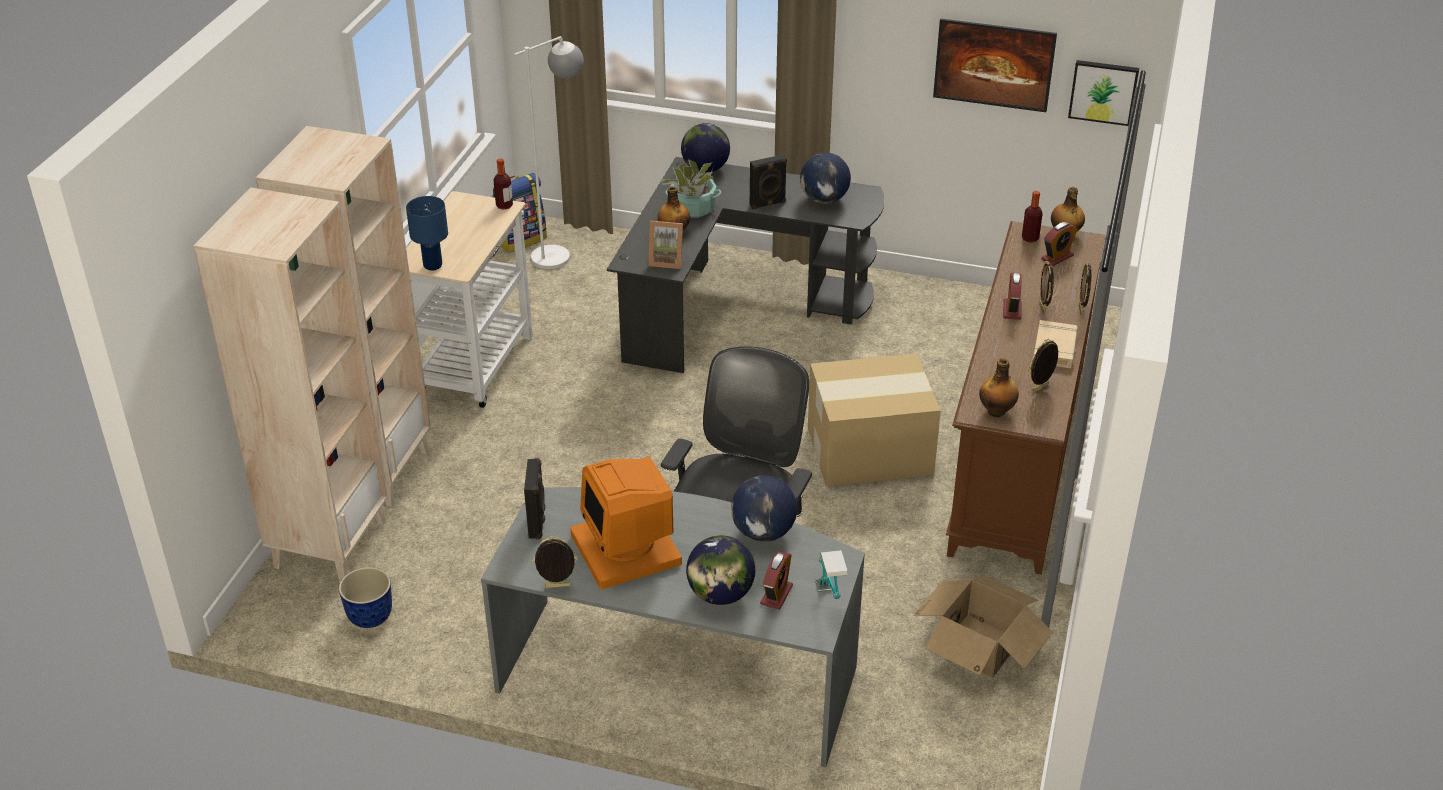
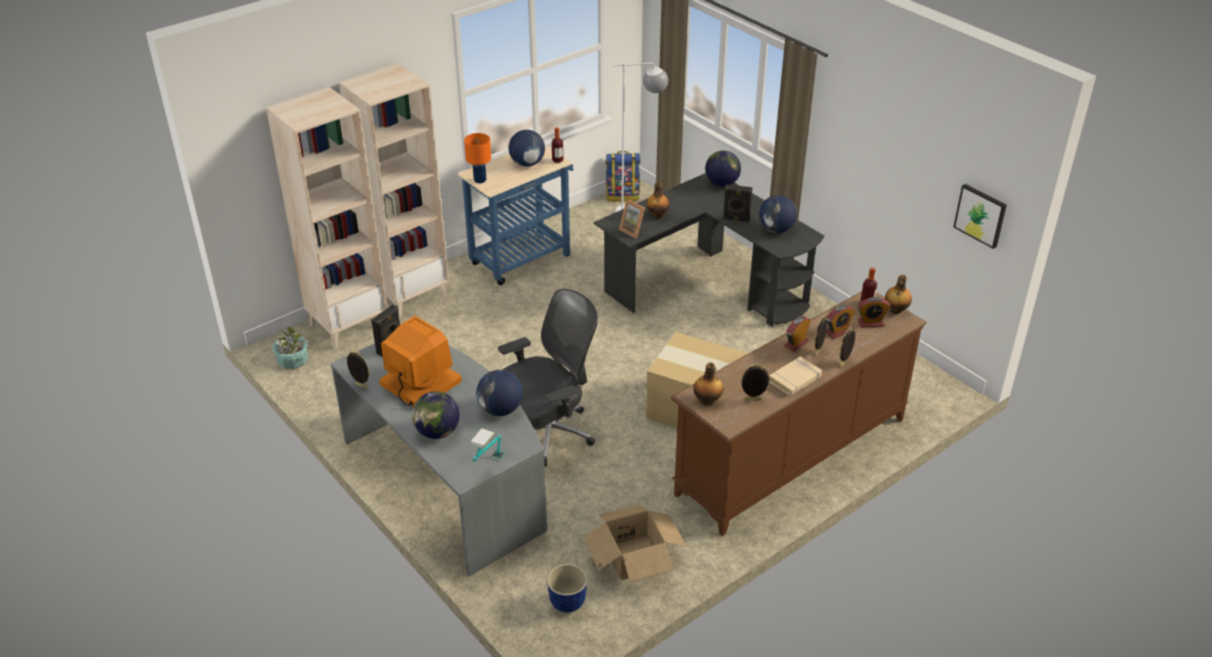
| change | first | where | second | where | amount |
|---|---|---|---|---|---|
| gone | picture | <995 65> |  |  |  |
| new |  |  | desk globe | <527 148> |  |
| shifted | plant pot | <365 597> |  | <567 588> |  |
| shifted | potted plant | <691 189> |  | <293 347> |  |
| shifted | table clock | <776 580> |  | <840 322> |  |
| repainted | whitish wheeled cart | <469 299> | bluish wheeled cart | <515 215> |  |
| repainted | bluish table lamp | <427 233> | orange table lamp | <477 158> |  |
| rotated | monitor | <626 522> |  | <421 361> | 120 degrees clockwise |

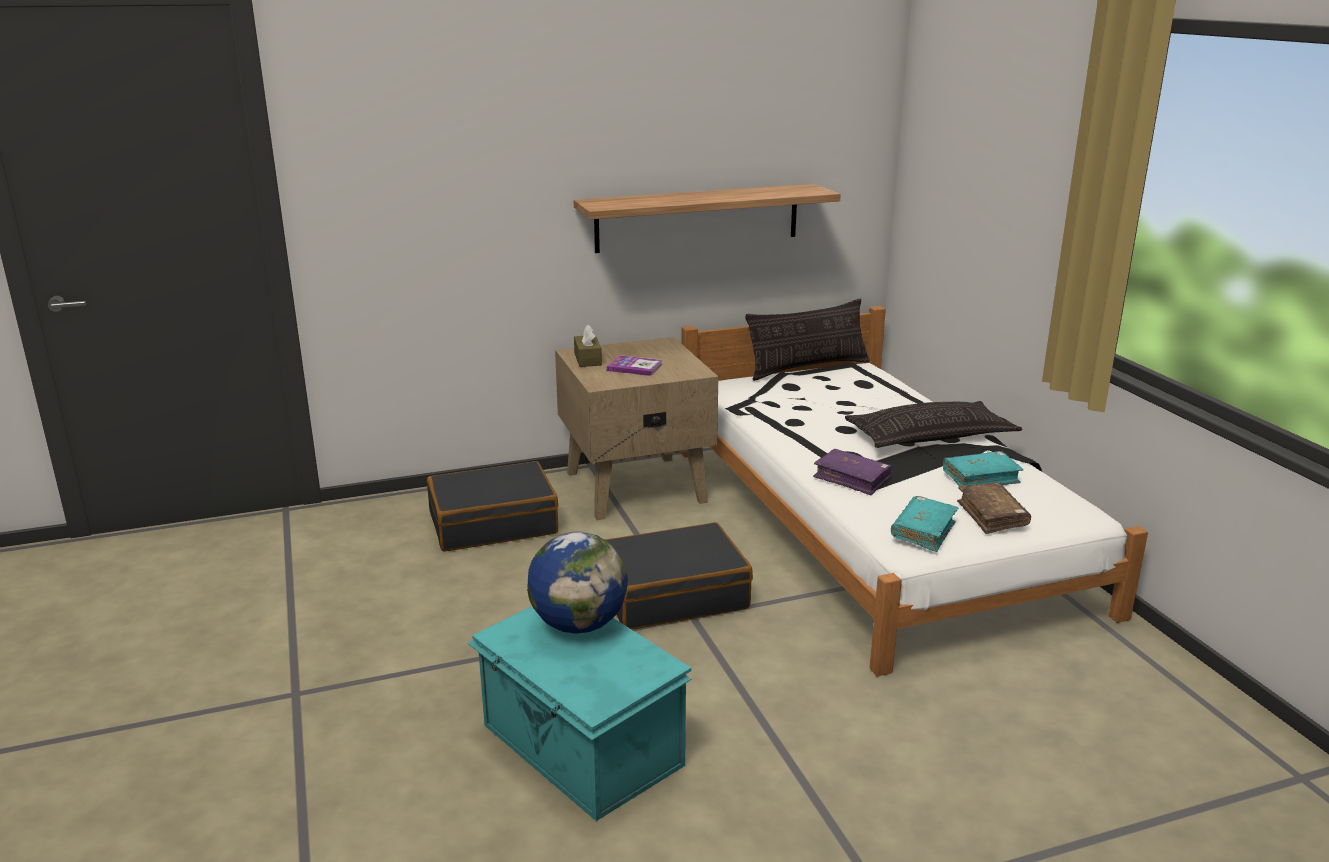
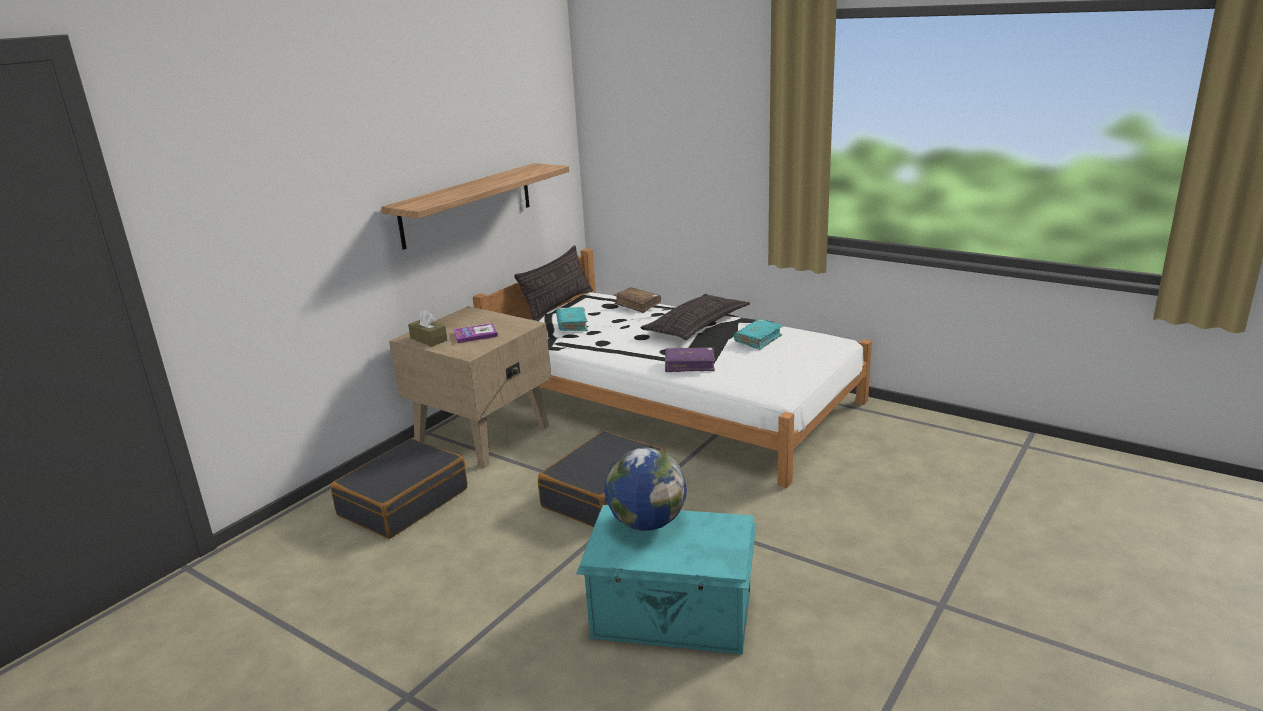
| change | first | where | second | where | amount |
|---|---|---|---|---|---|
| shifted | turquoise book | <924 524> |  | <572 319> |  |
| shifted | brownish book | <994 508> |  | <637 300> |  |

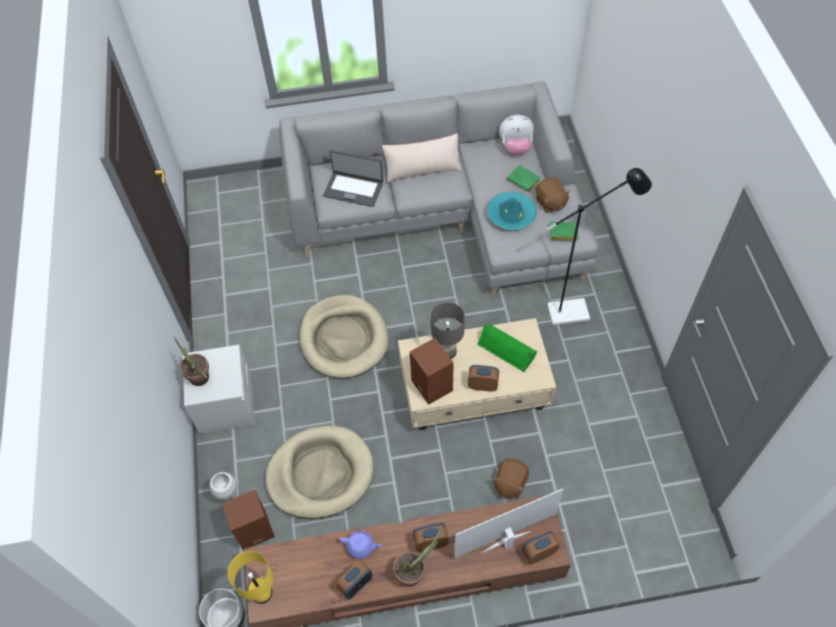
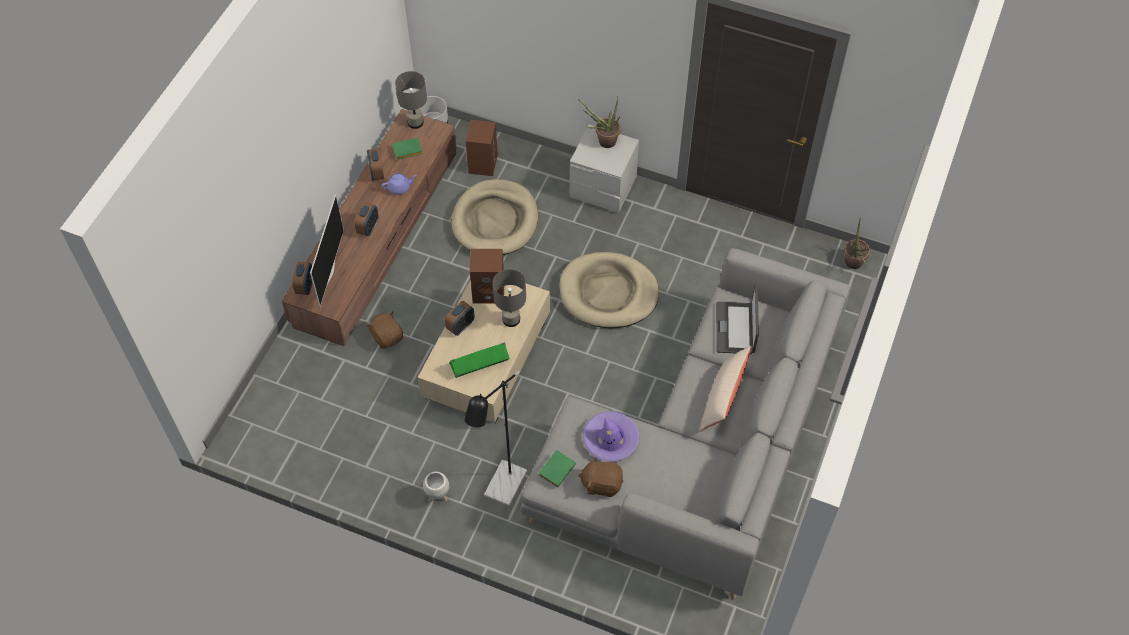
| change | first | where | second | where | amount |
|---|---|---|---|---|---|
| gone | soft toy | <516 135> |  |  |  |
| shifted | whitish plant pot | <223 487> |  | <436 487> |  |
| shifted | potted plant | <417 557> |  | <857 243> |  |
| shifted | greenish book | <523 178> |  | <407 149> |  |
| repainted | yellow table lamp | <250 577> | greyish table lamp | <411 100> |  |
| repainted | turquoise clothing hat | <512 211> | purplish clothing hat | <611 436> |  |
| rotated | portable computer | <353 178> |  | <737 319> | 45 degrees counterclockwise |
| rotated | purplish teapot | <361 545> |  | <399 184> | 150 degrees counterclockwise |

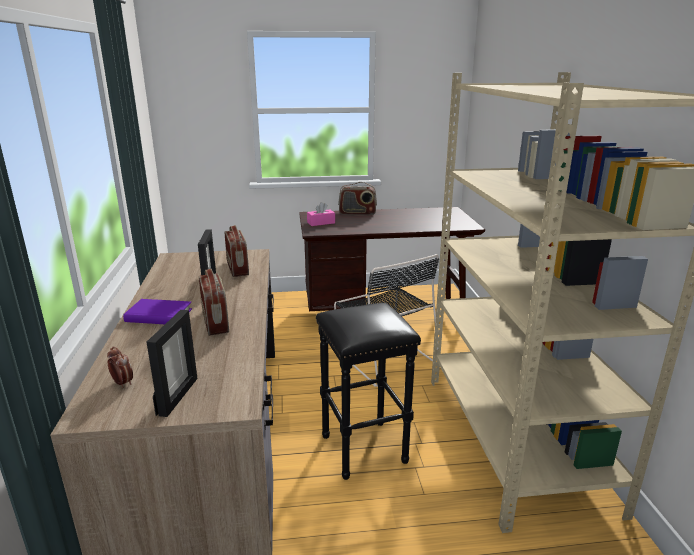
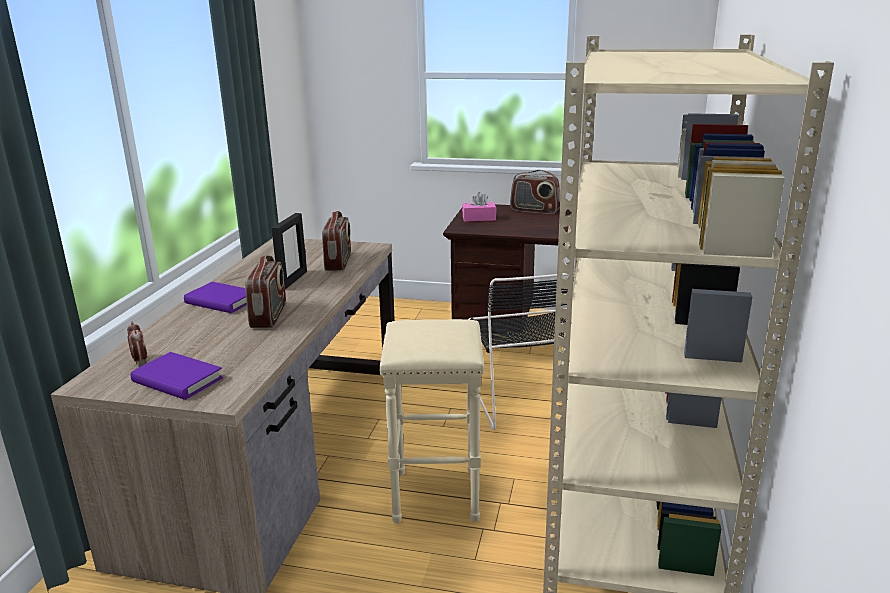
| change | first | where | second | where | amount |
|---|---|---|---|---|---|
| swapped | picture frame | <172 363> | purplish book | <177 376> |  |
| repainted | blackish stool | <368 391> | beige-coloured stool | <431 421> |  |

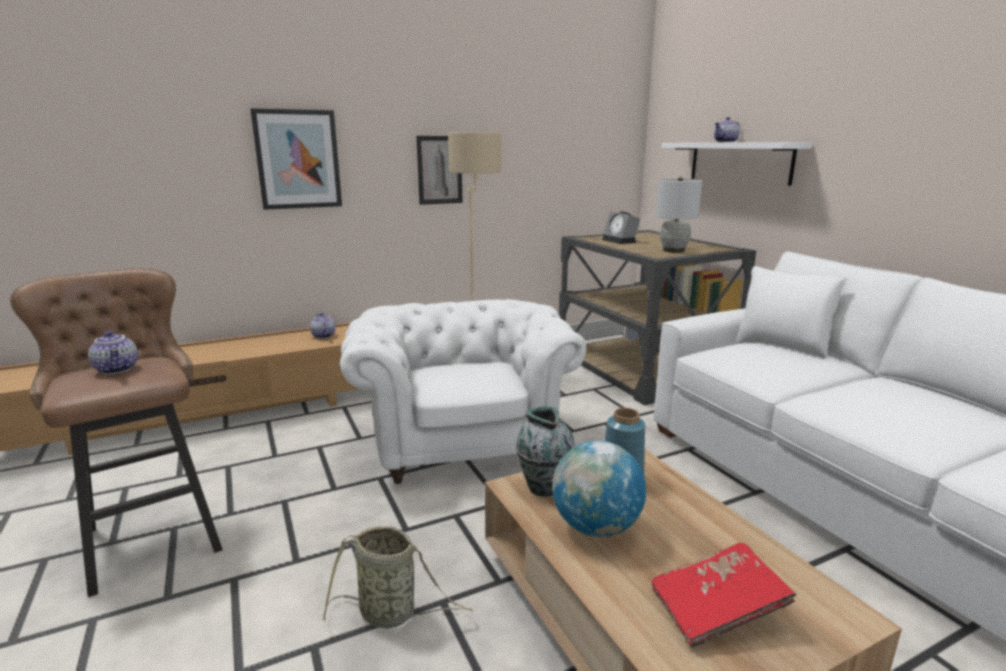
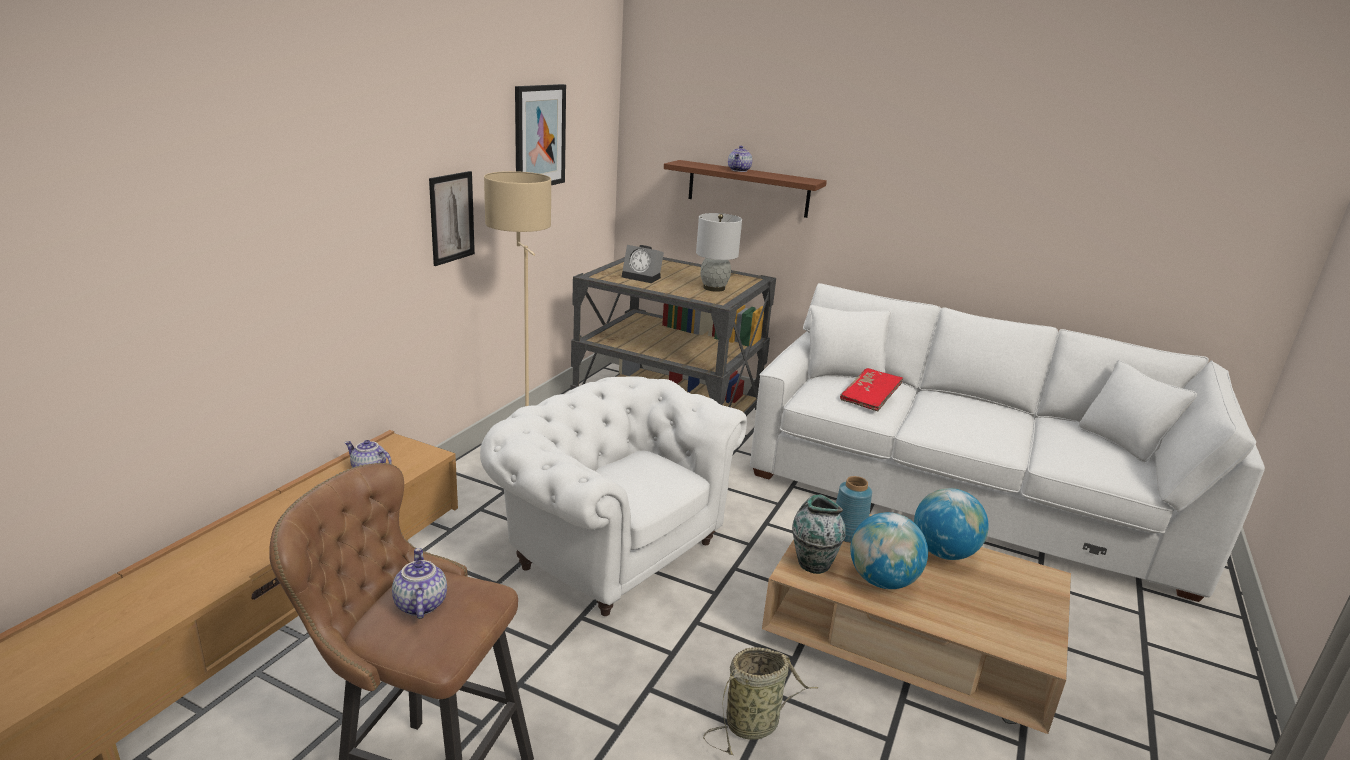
| change | first | where | second | where | amount |
|---|---|---|---|---|---|
| new |  |  | desk globe | <951 524> |  |
| shifted | picture | <296 159> |  | <540 134> |  |
| shifted | red-coloured book | <724 595> |  | <871 389> |  |
| repainted | whitish shelf | <737 164> | brownish shelf | <745 189> |  |
| rotated | teapot | <113 352> |  | <419 583> | 120 degrees counterclockwise |

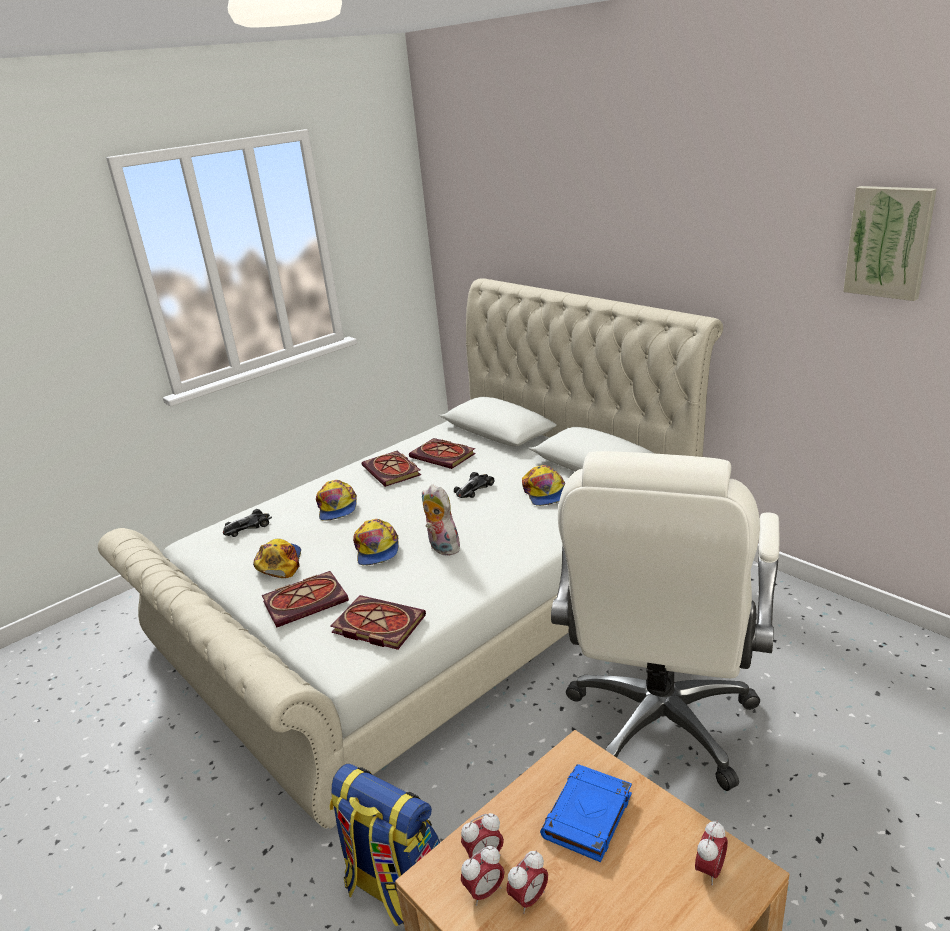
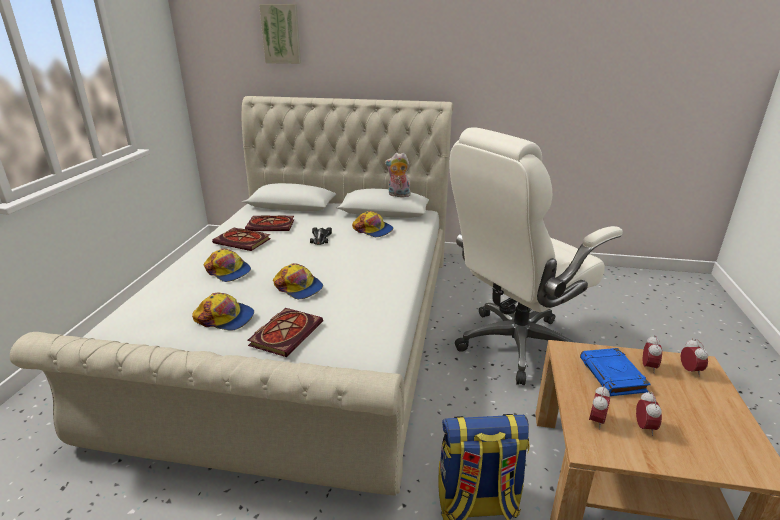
| change | first | where | second | where | amount |
|---|---|---|---|---|---|
| gone | model car | <247 523> |  |  |  |
| gone | book | <378 622> |  |  |  |
| shifted | soft toy | <441 520> |  | <398 175> |  |
| shifted | table clock | <483 876> |  | <652 354> |  |
| shifted | picture | <890 243> |  | <280 34> |  |
| rotated | peaked cap | <277 558> |  | <223 312> | 150 degrees clockwise |
| rotated | whitish desk chair | <665 621> |  | <536 256> | 75 degrees clockwise |

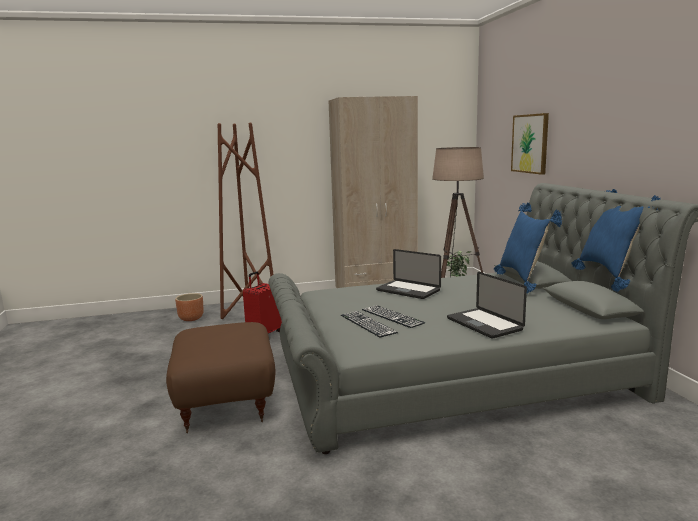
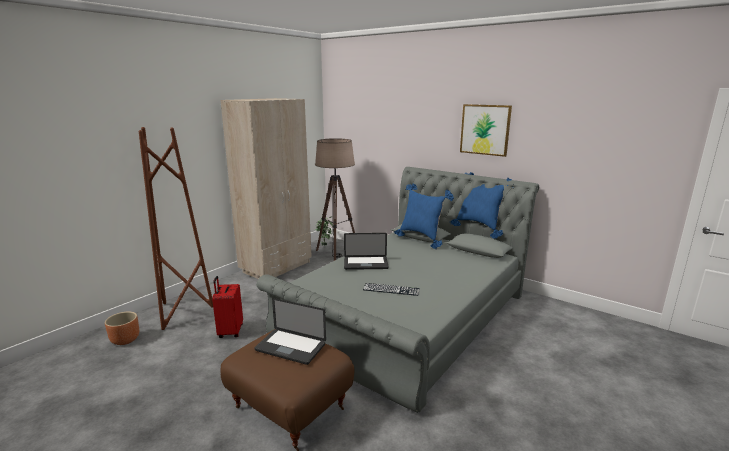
| change | first | where | second | where | amount |
|---|---|---|---|---|---|
| gone | keyboard | <369 324> |  |  |  |
| shifted | portable computer | <487 305> |  | <290 331> |  |
| shifted | picture | <530 144> |  | <486 130> |  |

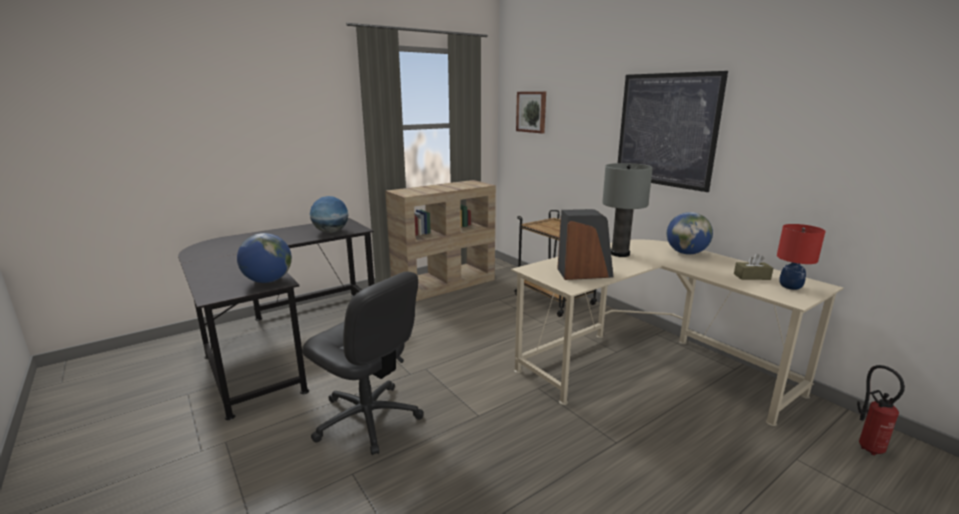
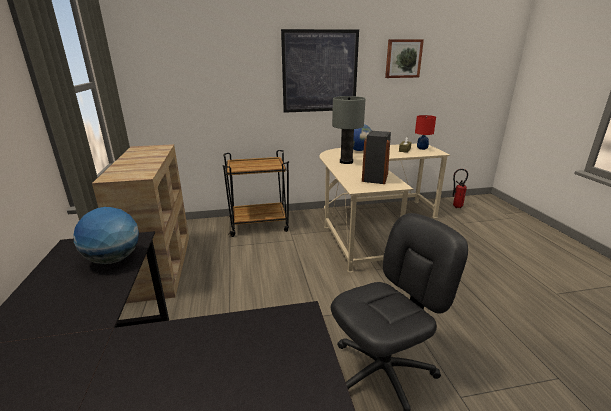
| change | first | where | second | where | amount |
|---|---|---|---|---|---|
| gone | desk globe | <264 258> |  |  |  |
| shifted | picture | <531 112> |  | <404 58> |  |

